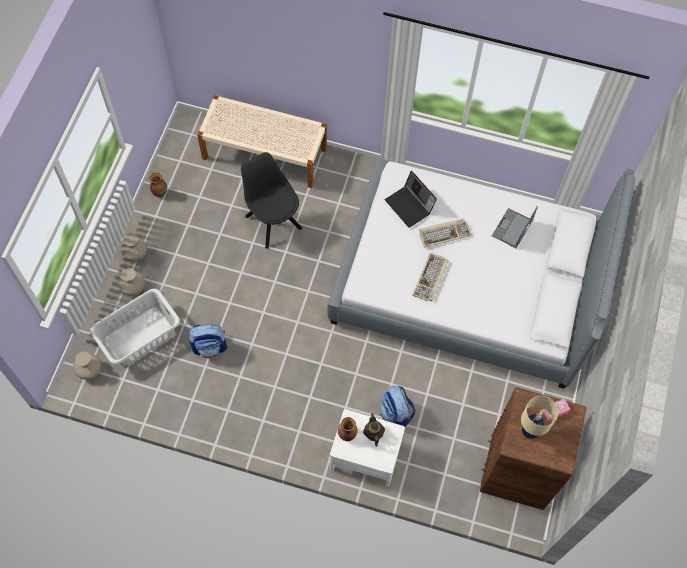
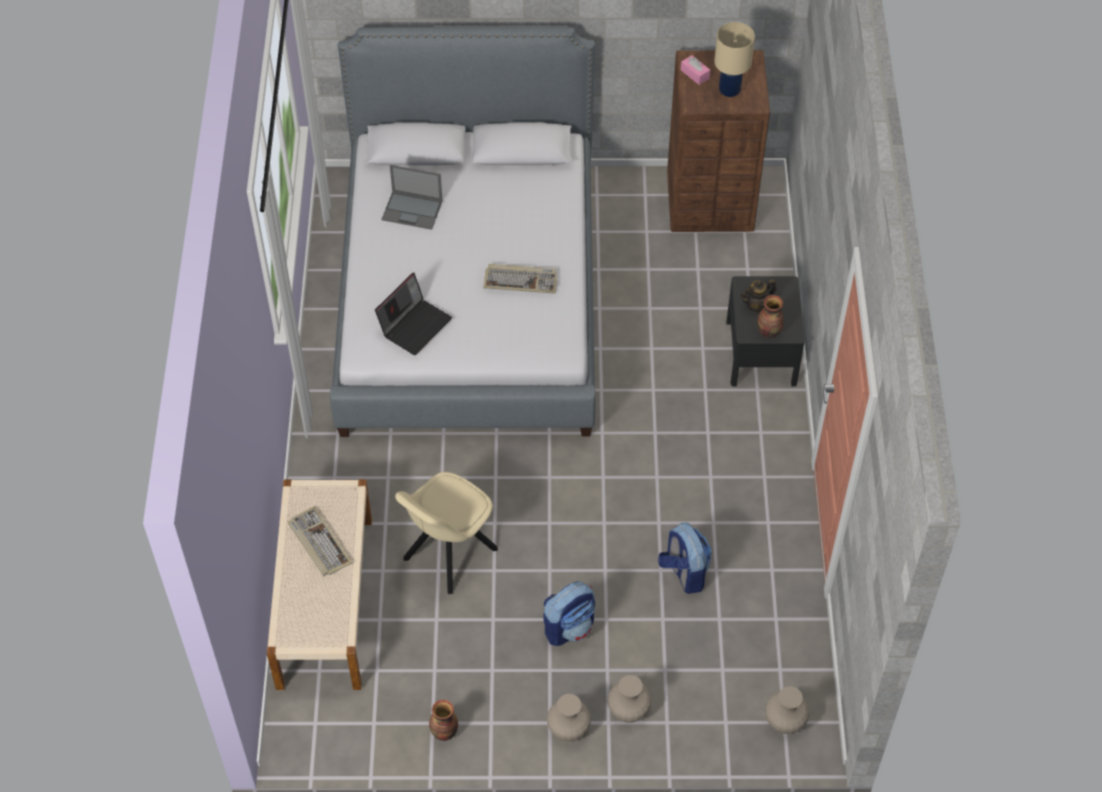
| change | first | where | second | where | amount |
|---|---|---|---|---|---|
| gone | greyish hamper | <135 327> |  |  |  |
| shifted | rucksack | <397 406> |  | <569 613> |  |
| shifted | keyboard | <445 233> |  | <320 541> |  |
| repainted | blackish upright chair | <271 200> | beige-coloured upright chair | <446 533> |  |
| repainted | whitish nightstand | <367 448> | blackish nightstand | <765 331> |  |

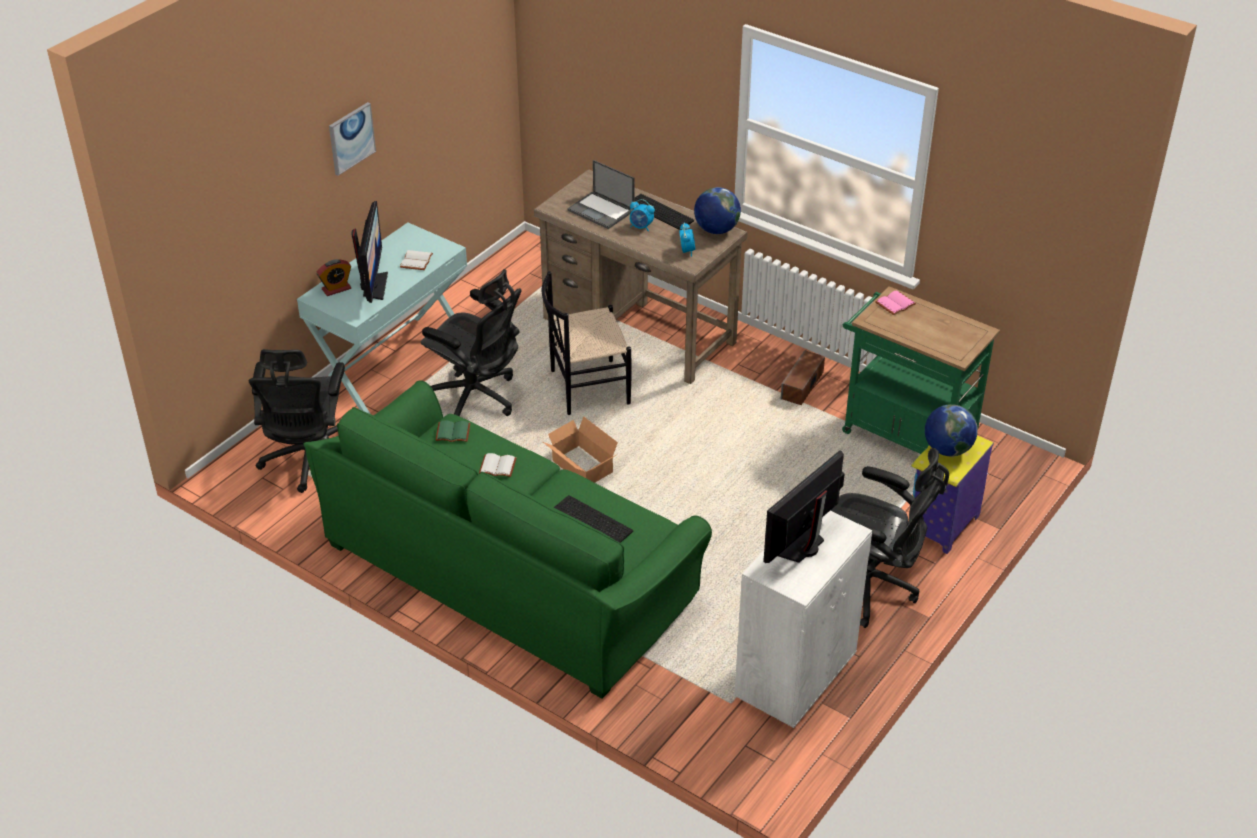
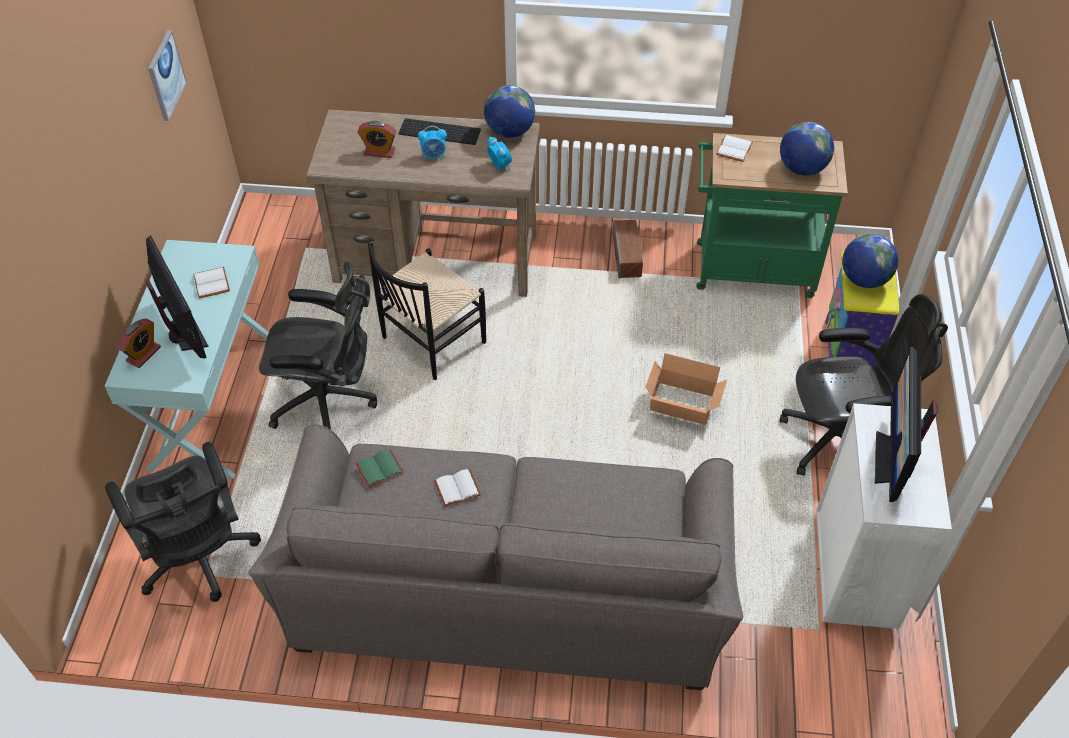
| change | first | where | second | where | amount |
|---|---|---|---|---|---|
| gone | keyboard | <593 519> |  |  |  |
| new |  |  | desk globe | <807 149> |  |
| shifted | picture | <352 139> |  | <167 75> |  |
| shifted | cardboard box | <580 449> |  | <686 389> |  |
| swapped | portable computer | <601 194> | table clock | <377 139> |  |
| repainted | greenish sofa | <507 539> | greyish sofa | <495 557> |  |
| repainted | pink book | <895 302> | whitish book | <734 148> |  |

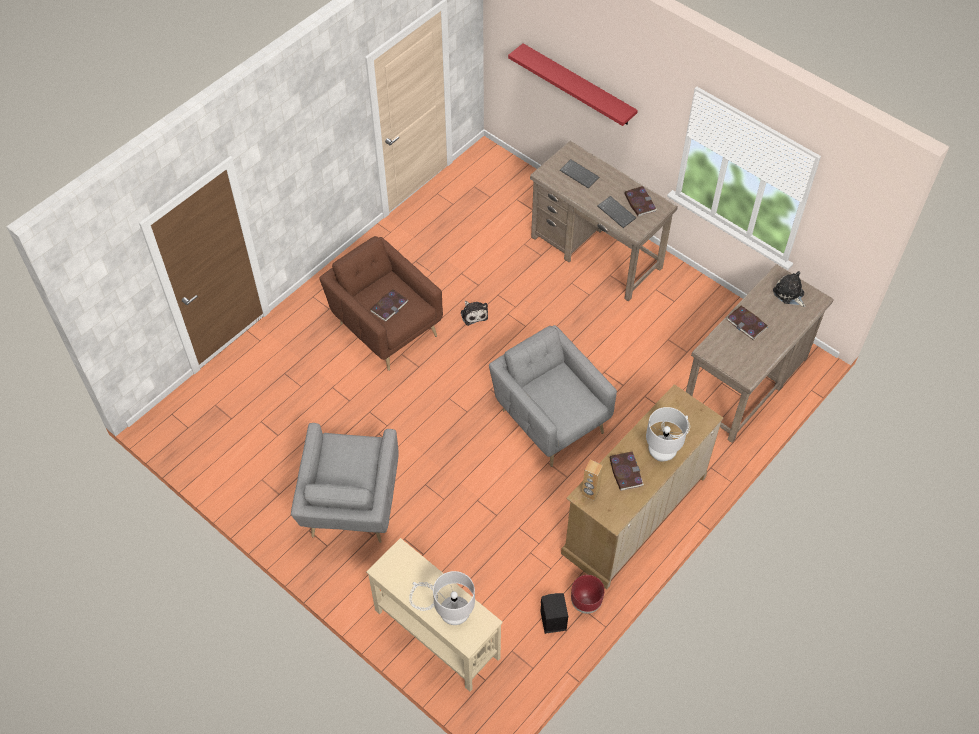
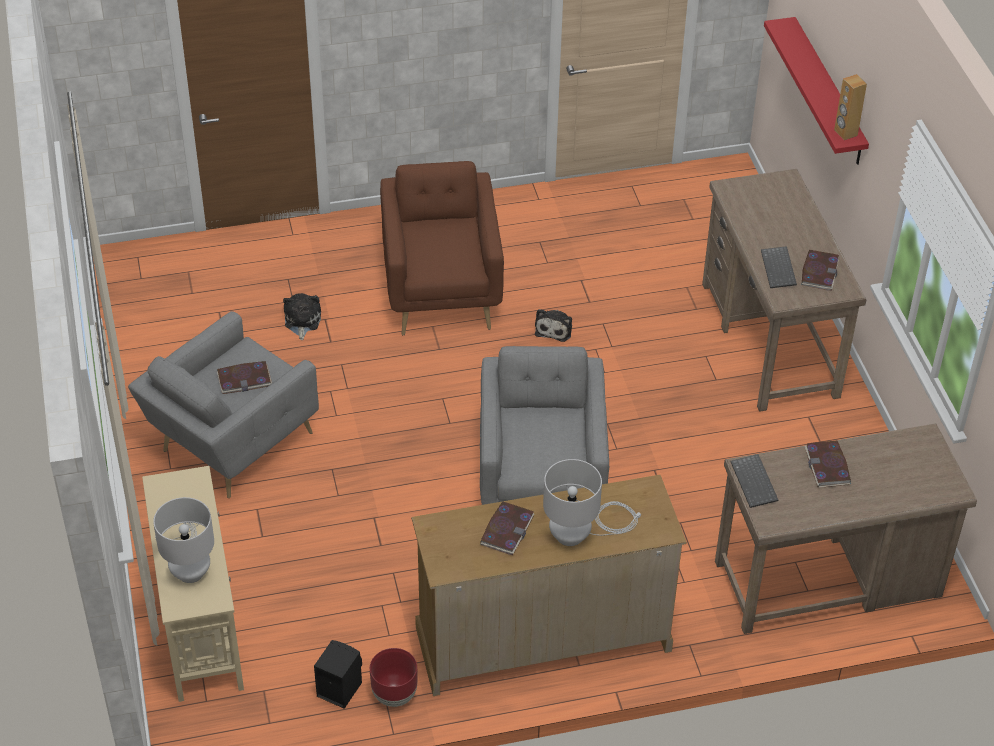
| change | first | where | second | where | amount |
|---|---|---|---|---|---|
| shifted | book | <389 305> |  | <244 377> |  |
| shifted | keyboard | <579 174> |  | <754 481> |  |
| shifted | brownish audio speaker | <592 480> |  | <850 107> |  |
| shifted | soft toy | <789 289> |  | <302 316> |  |

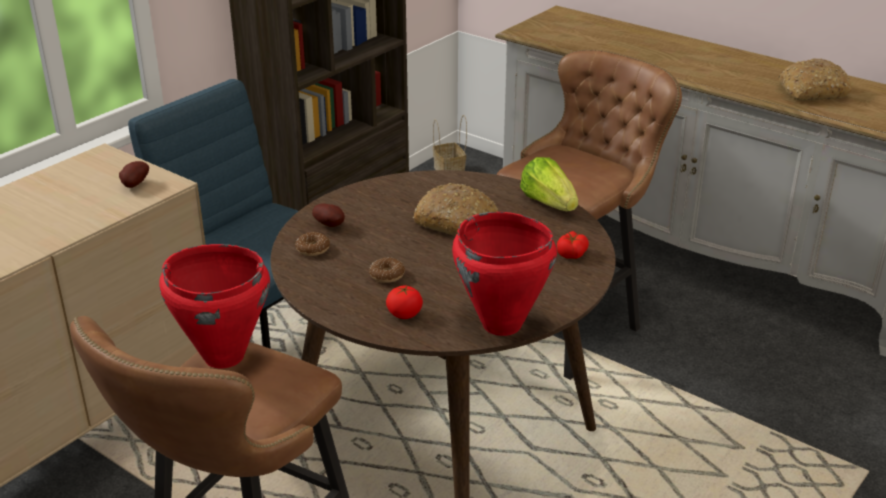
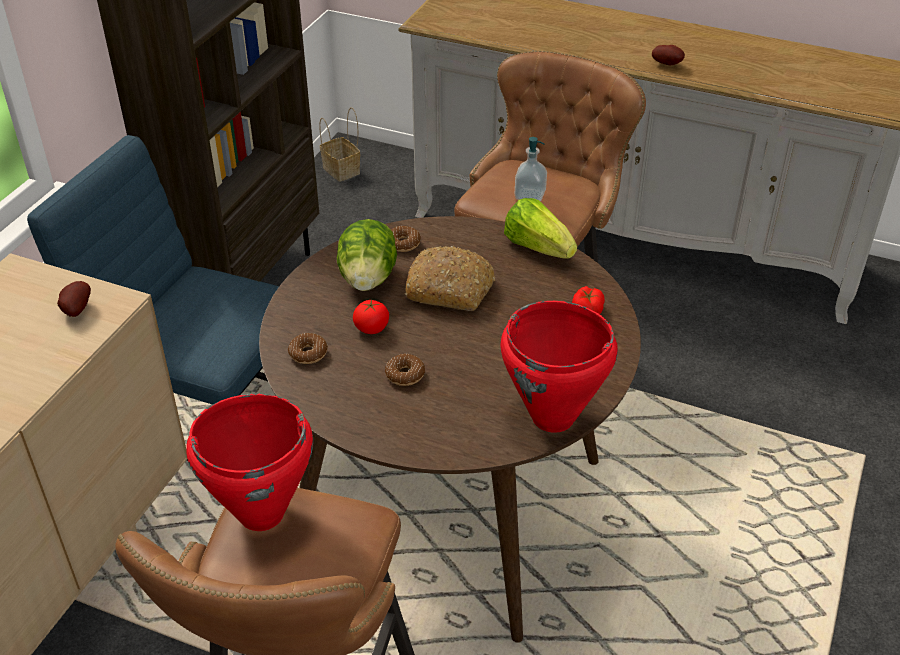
| change | first | where | second | where | amount |
|---|---|---|---|---|---|
| gone | bread | <815 80> |  |  |  |
| new |  |  | head of lettuce | <367 255> |  |
| new |  |  | ring doughnut | <406 239> |  |
| new |  |  | soap dispenser | <531 169> |  |
| shifted | whole potato | <328 215> |  | <668 55> |  |
| shifted | tomato | <404 302> |  | <371 316> |  |

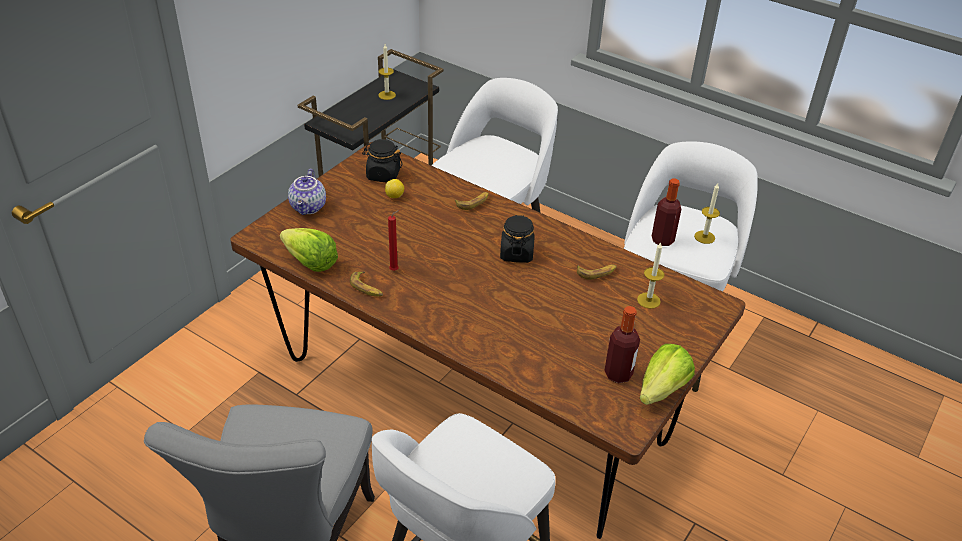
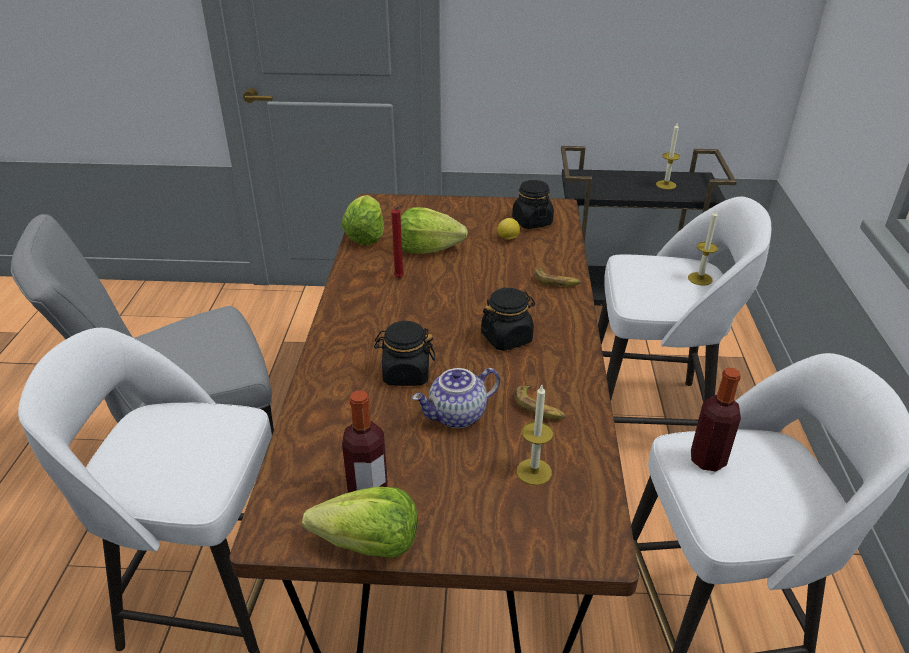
| change | first | where | second | where | amount |
|---|---|---|---|---|---|
| gone | banana fruit | <366 284> |  |  |  |
| new |  |  | blackish preserve jar | <404 353> |  |
| new |  |  | head of lettuce | <434 230> |  |
| shifted | teapot | <307 192> |  | <456 398> |  |
| shifted | candle | <707 213> |  | <703 248> |  |

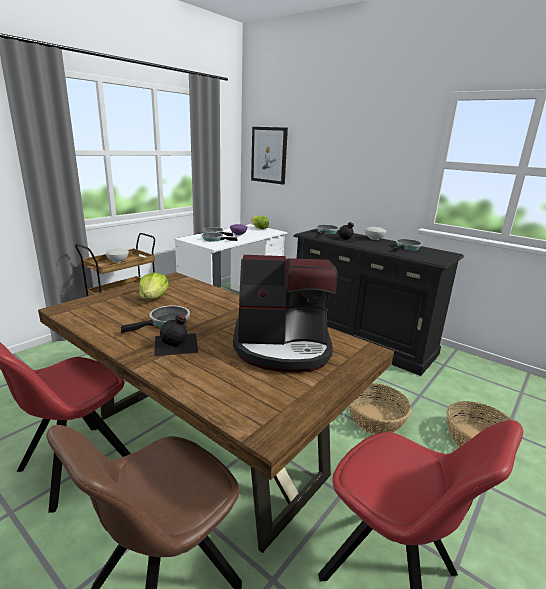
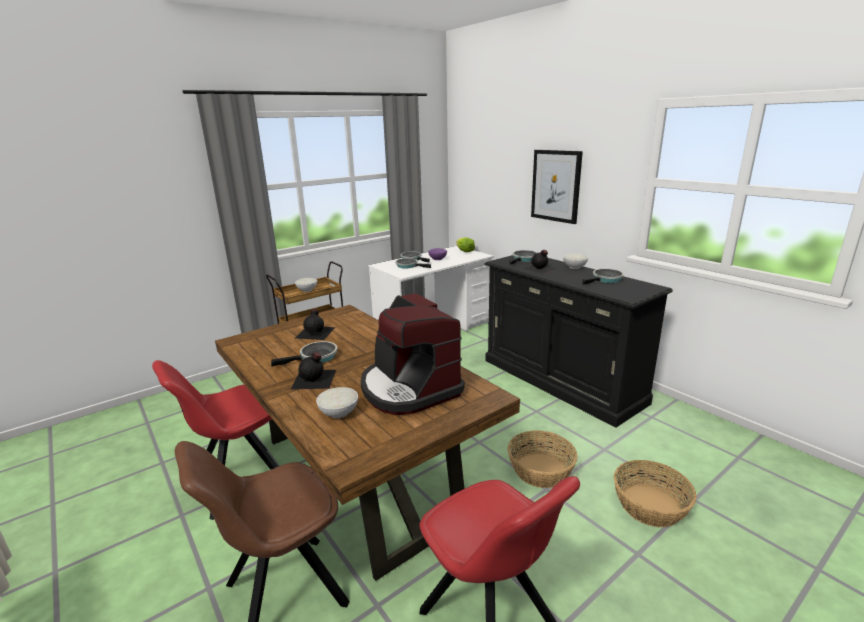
| change | first | where | second | where | amount |
|---|---|---|---|---|---|
| new |  |  | whitish deep dish | <337 402> |  |
| shifted | picture | <269 156> |  | <557 187> |  |
| swapped | head of lettuce | <154 286> | blackish bottle | <315 324> |  |
| rotated | coffee brewer | <285 314> |  | <412 354> | 45 degrees clockwise |

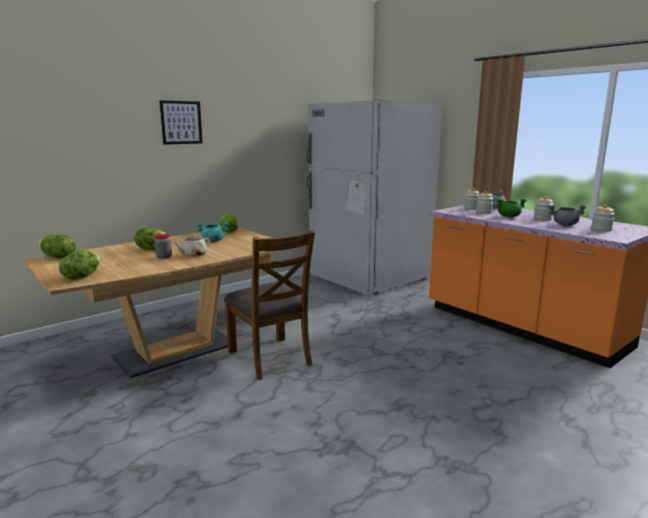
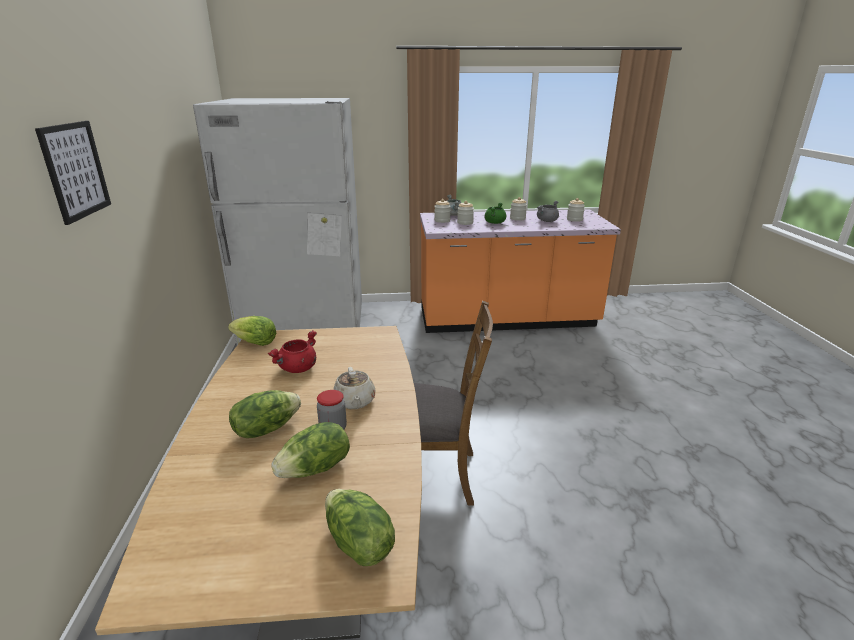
| change | first | where | second | where | amount |
|---|---|---|---|---|---|
| shifted | head of lettuce | <56 246> |  | <310 450> |  |
| repainted | turquoise saucepot | <212 232> | red-coloured saucepot | <292 351> |  |

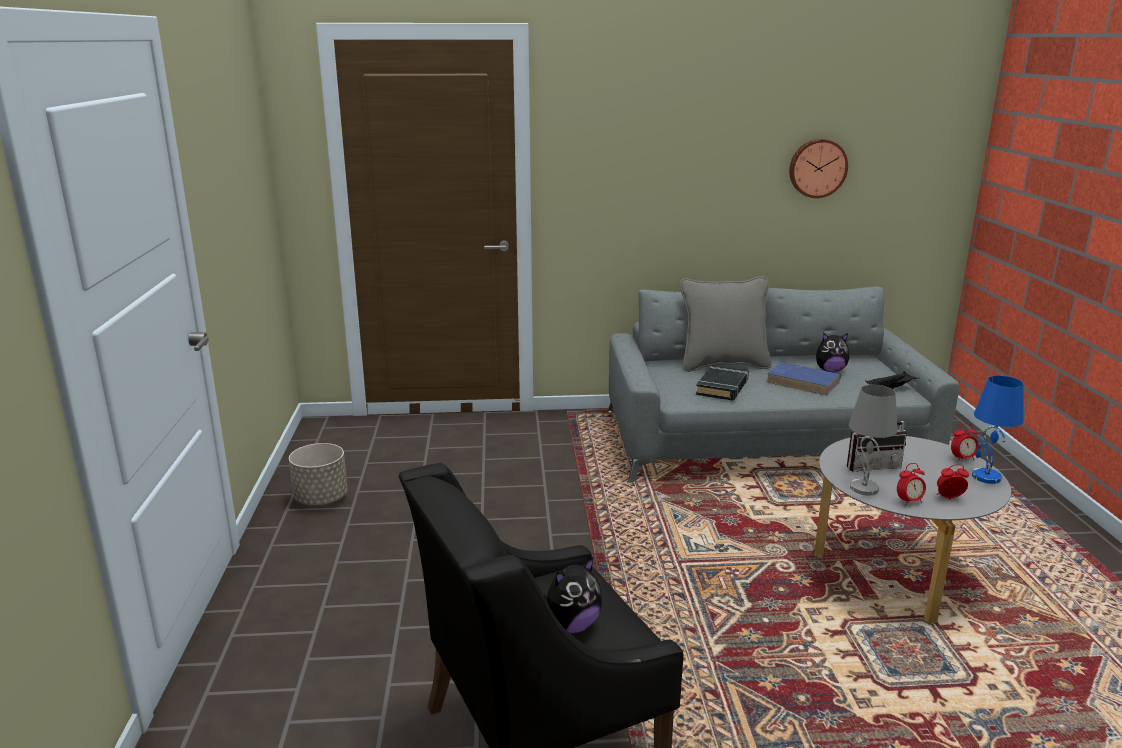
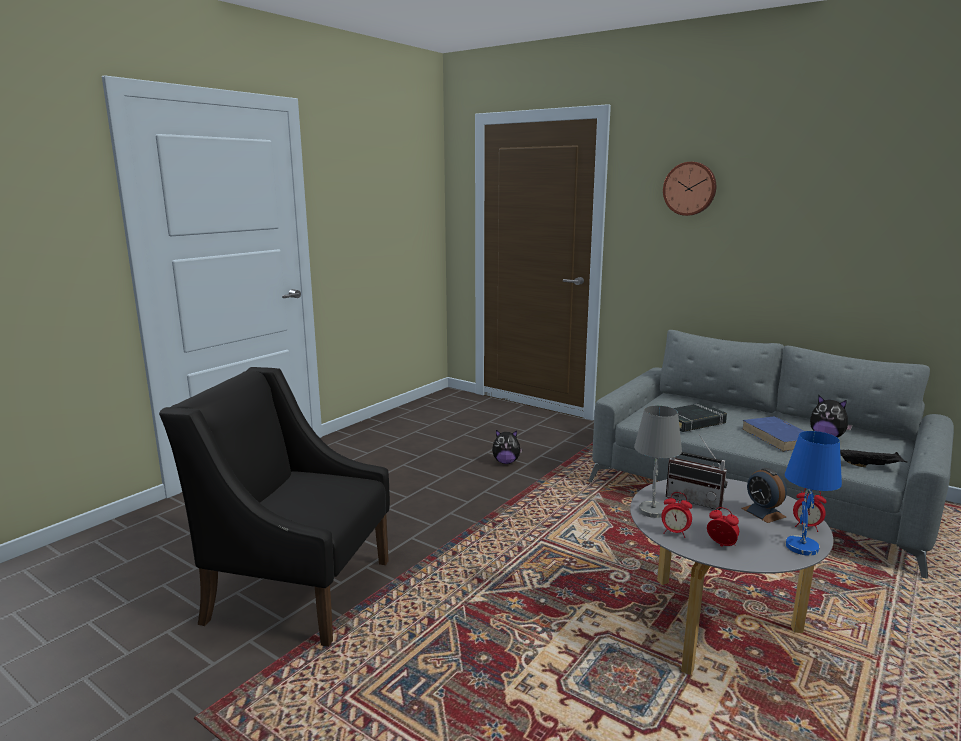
| change | first | where | second | where | amount |
|---|---|---|---|---|---|
| gone | greyish plant pot | <318 474> |  |  |  |
| gone | greyish pillow | <726 324> |  |  |  |
| new |  |  | table clock | <764 495> |  |
| shifted | soft toy | <572 595> |  | <507 447> |  |
| shifted | clock on the wall | <818 168> |  | <689 189> |  |

